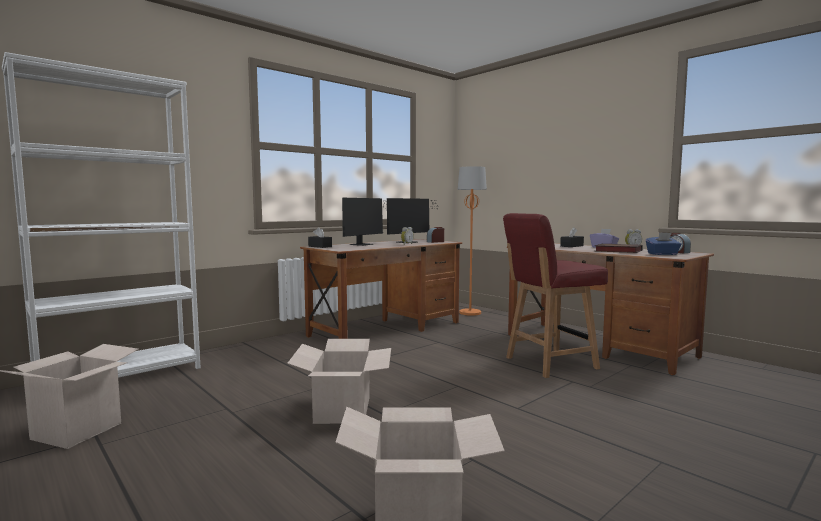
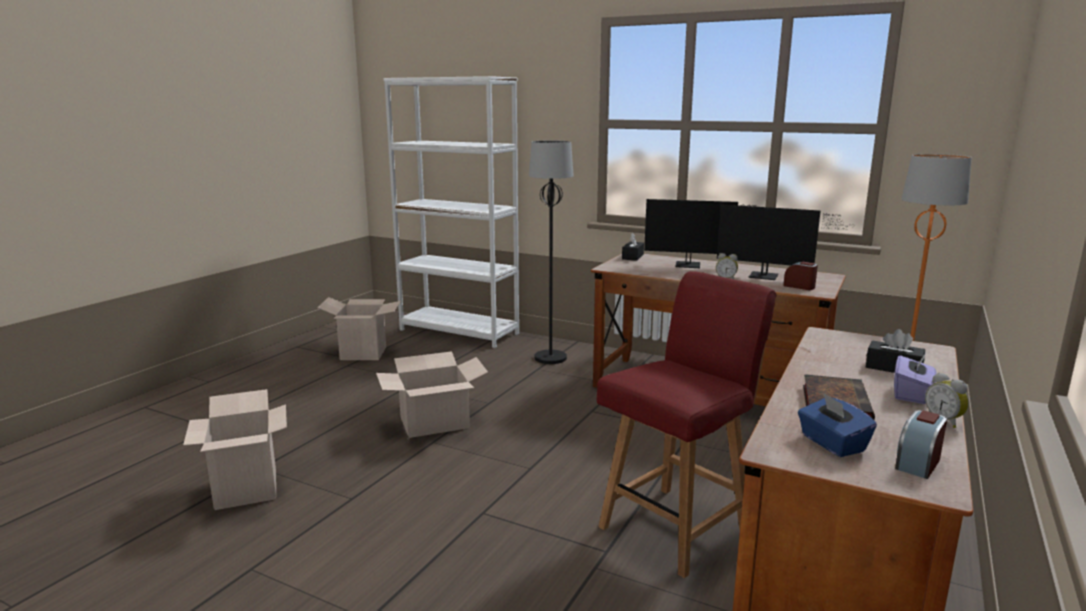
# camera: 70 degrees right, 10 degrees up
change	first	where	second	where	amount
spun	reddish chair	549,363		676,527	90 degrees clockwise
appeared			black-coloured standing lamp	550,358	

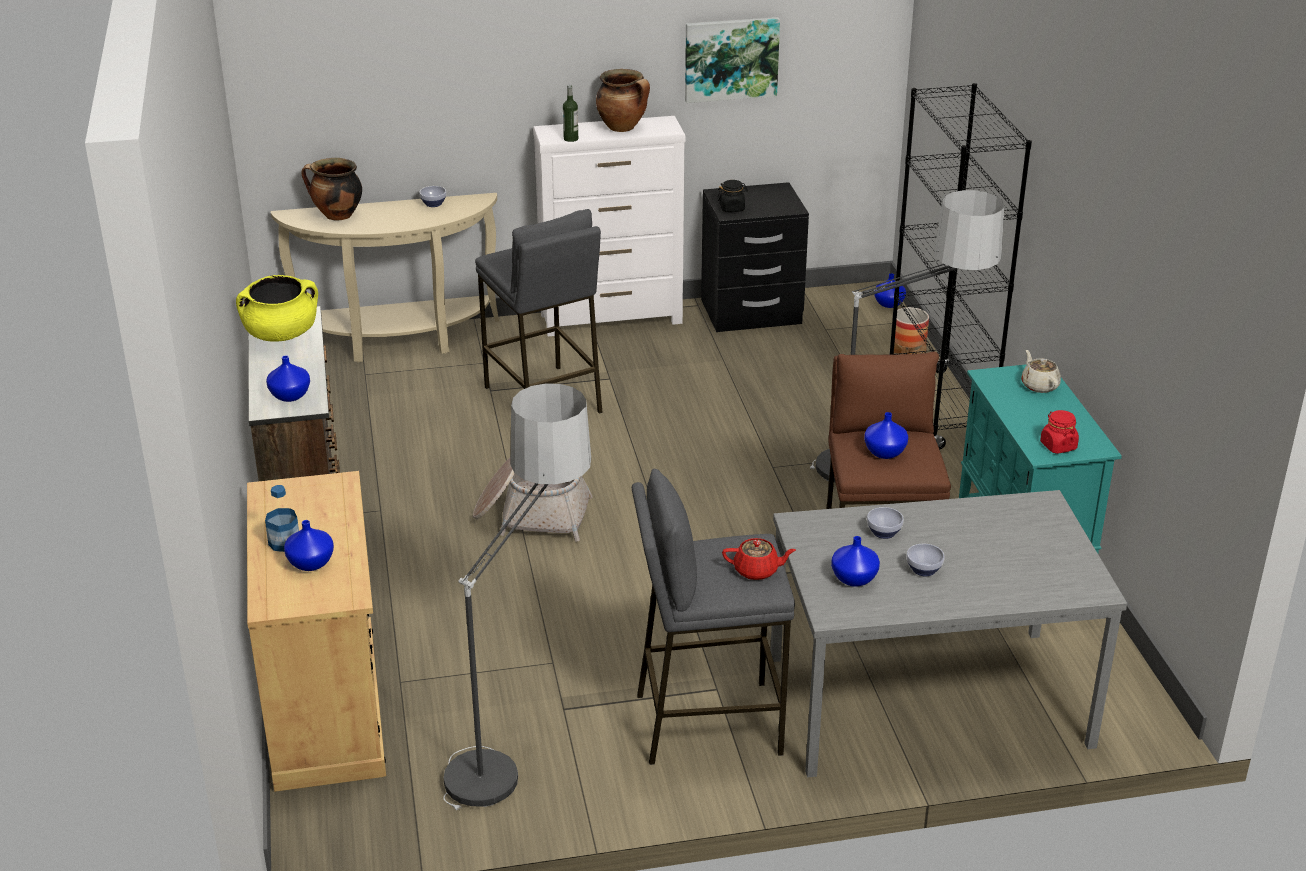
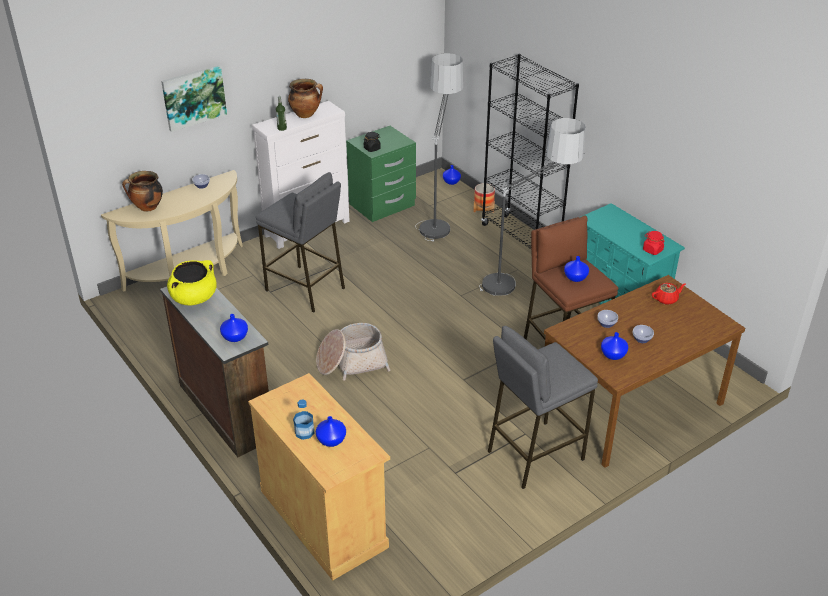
# camera: 25 degrees left, 5 degrees up
change	first	where	second	where	amount
relocated	standing lamp	518,748		438,217	
relocated	picture	731,59		193,97	
colour	black-coloured bedside table	751,313	greenish bedside table	382,205	
relocated	reddish pot for tea	757,570		666,299	
colour	greyish dinner table	926,702	brown dinner table	630,406	
missing	beige-coloured pot for tea	1039,385			

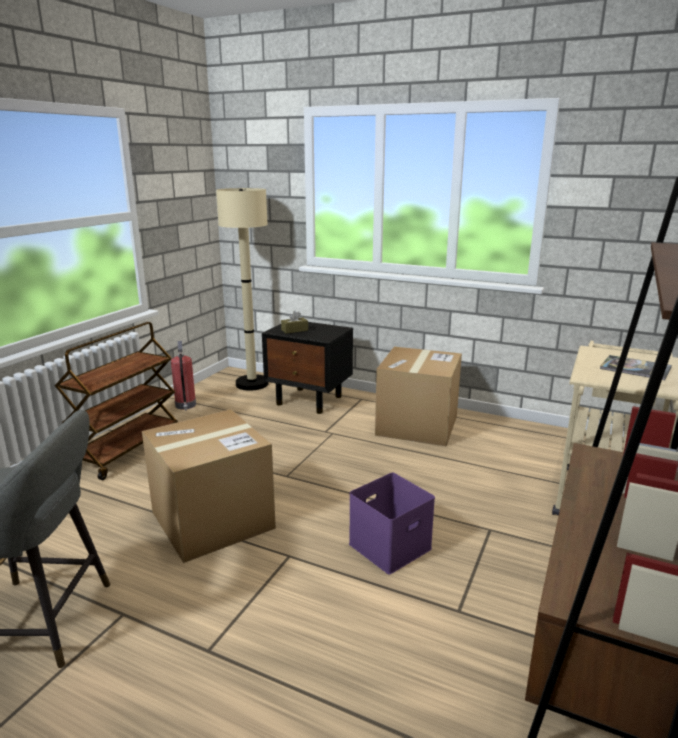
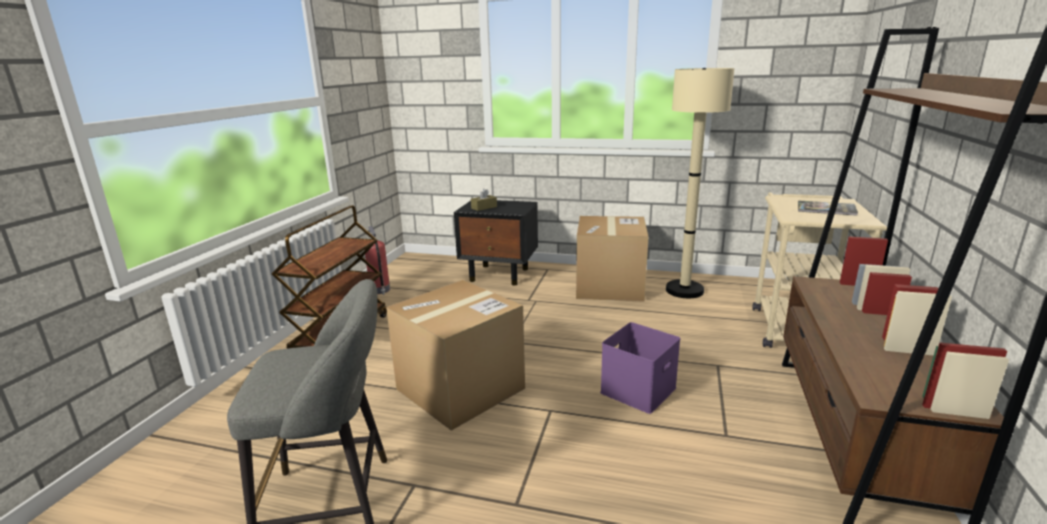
# camera: 10 degrees left, 0 degrees up
change	first	where	second	where	amount
relocated	beige-coloured standing lamp	252,384		684,290	

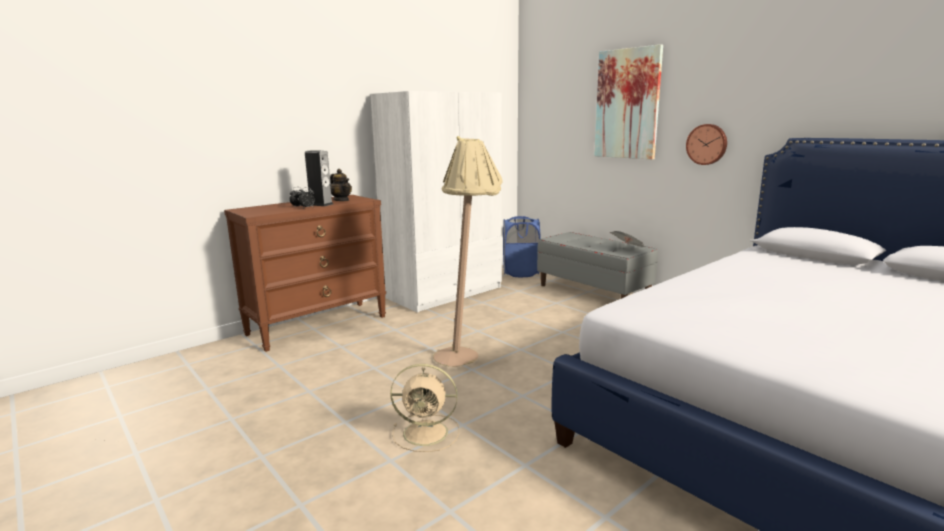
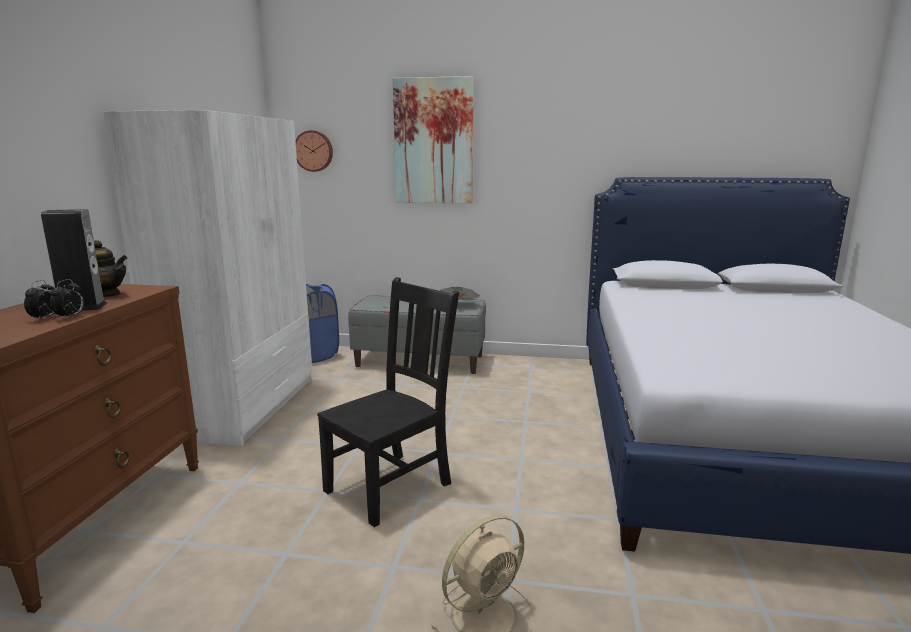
# camera: 40 degrees left, 0 degrees up
change	first	where	second	where	amount
exchanged	beige-coloured standing lamp	467,357	black-coloured chair	392,485	
relocated	hanging clock	707,144		314,151	

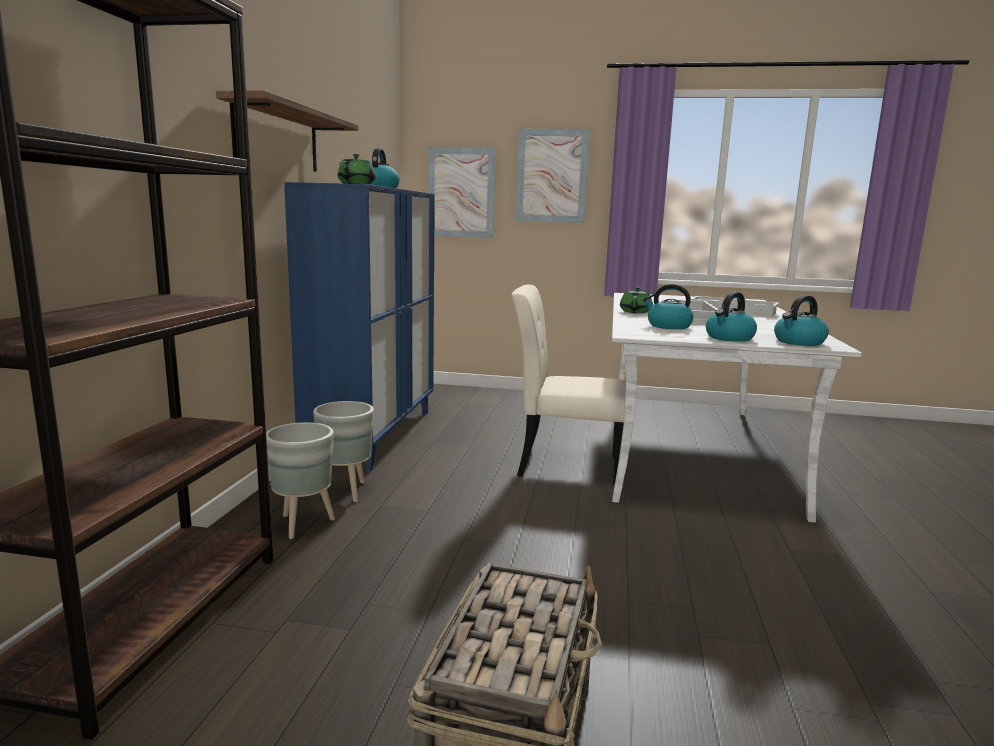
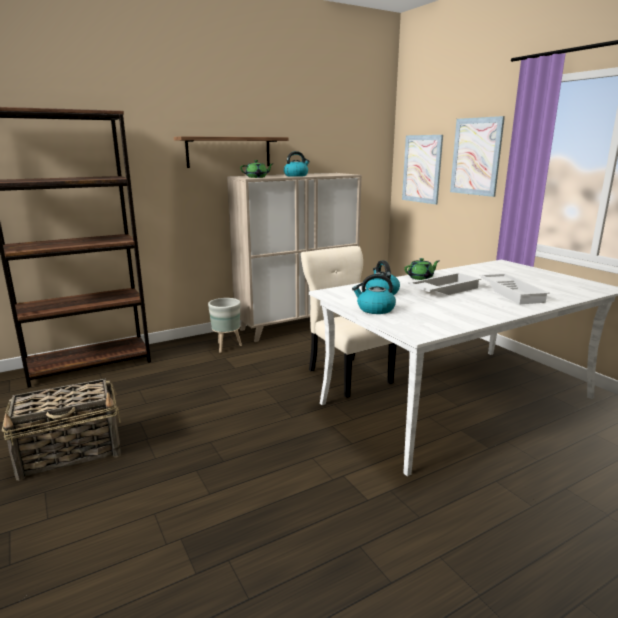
# camera: 50 degrees right, 5 degrees up
change	first	where	second	where	amount
missing	greyish plant pot	303,524			
colour	bluish cabinet	374,435	beige-coloured cabinet	297,325	
missing	kettle	798,342			

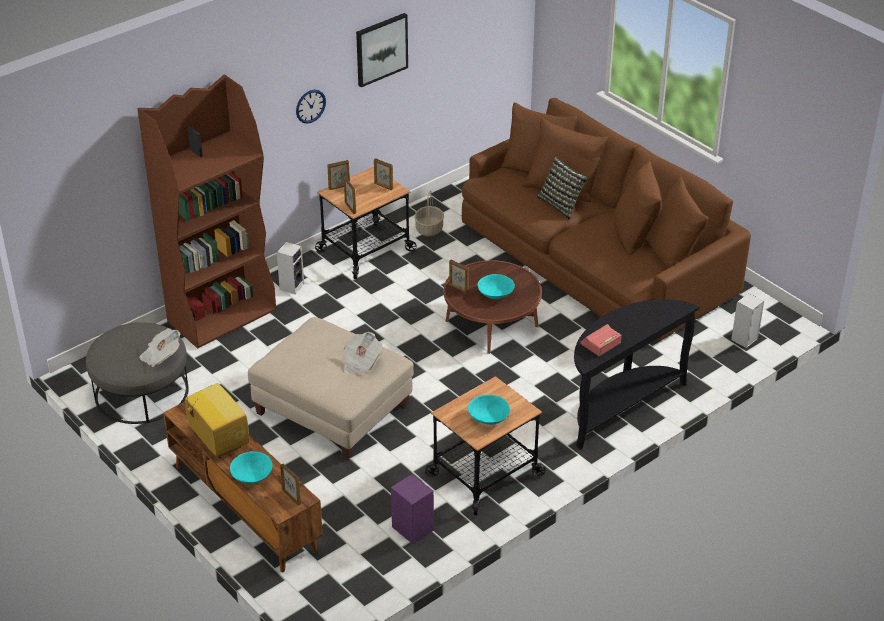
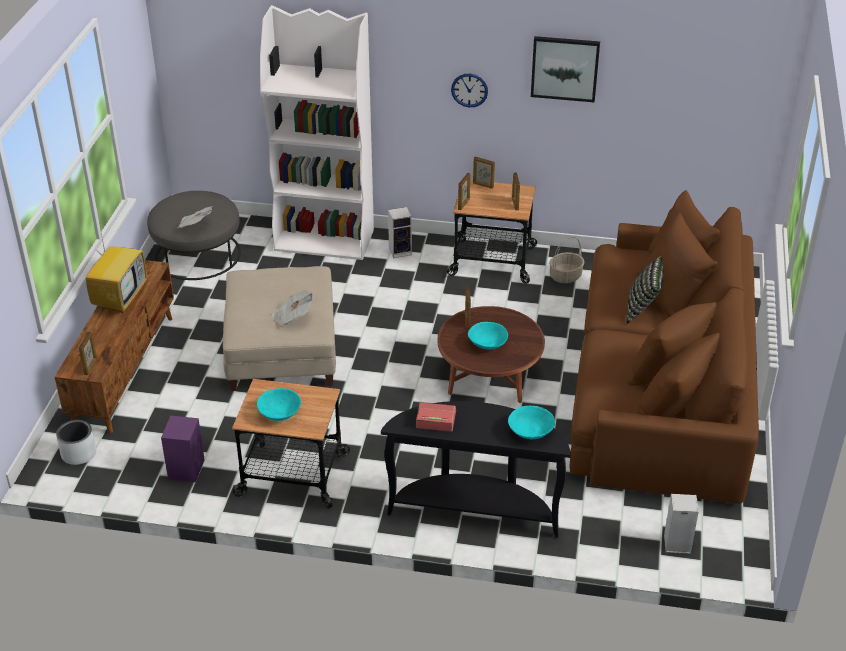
# camera: 50 degrees right, 0 degrees up
change	first	where	second	where	amount
colour	brown bookcase	222,315	white-coloured bookcase	325,240	
relocated	turquoise-coloured serving bowl	252,476		530,432	
appeared			white-coloured plant pot	78,453	

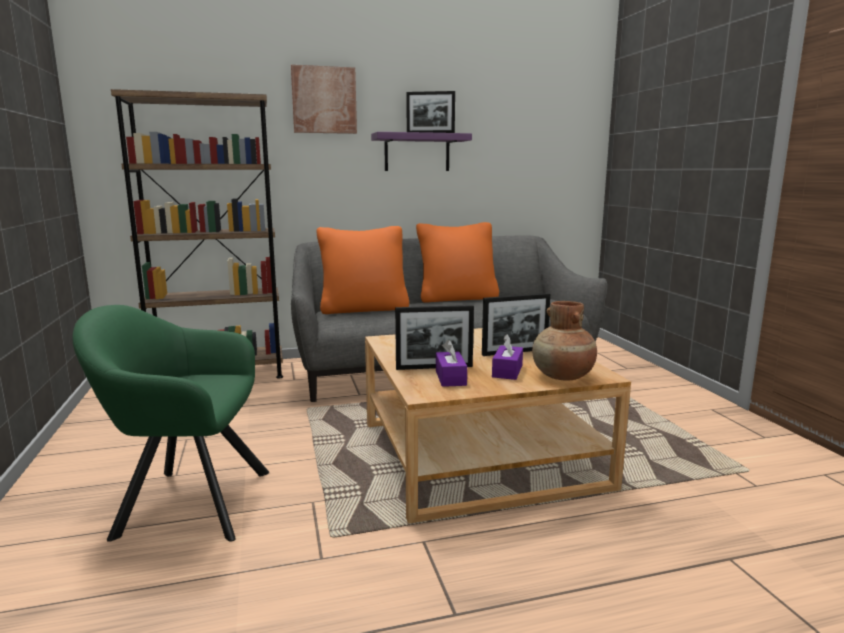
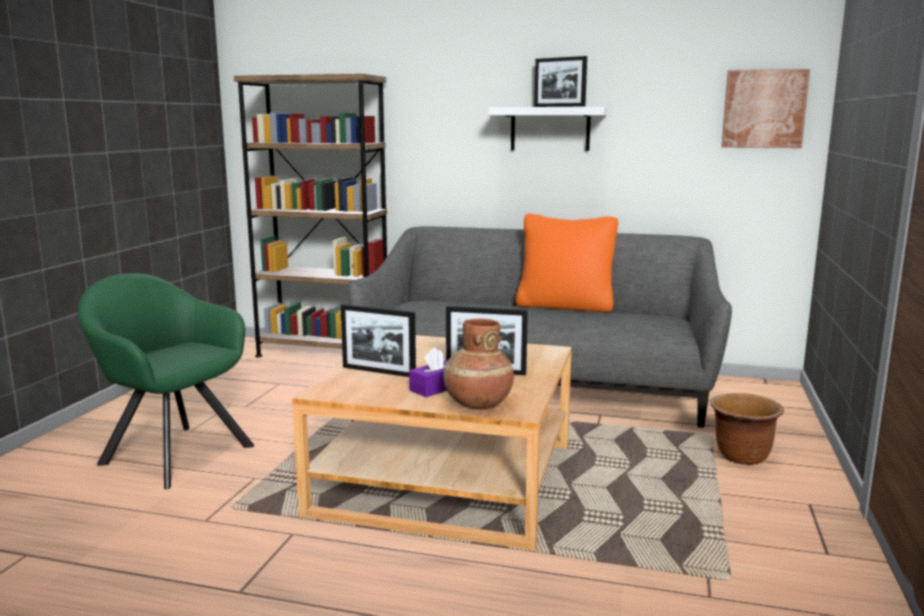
# camera: 30 degrees right, 0 degrees up
change	first	where	second	where	amount
relocated	picture	324,100		764,109	
missing	orangey cushion	364,309			
colour	purple shelf	417,152	white-coloured shelf	550,128	
missing	purple tissue box	450,378			
appeared			brown plant pot	742,457	

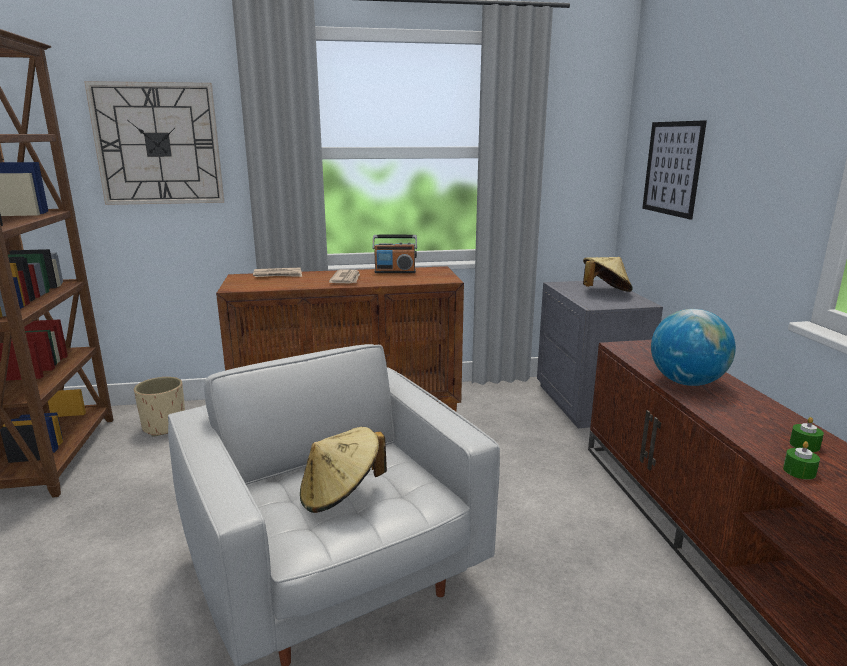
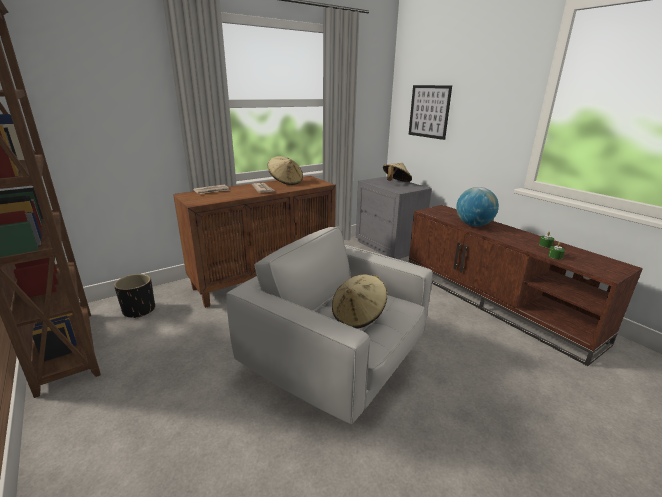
# camera: 25 degrees left, 5 degrees up
change	first	where	second	where	amount
missing	hanging clock	158,144			
colour	beige-coloured plant pot	165,427	black-coloured plant pot	139,310	
exchanged	radio receiver	395,272	beige-coloured hat	285,182	

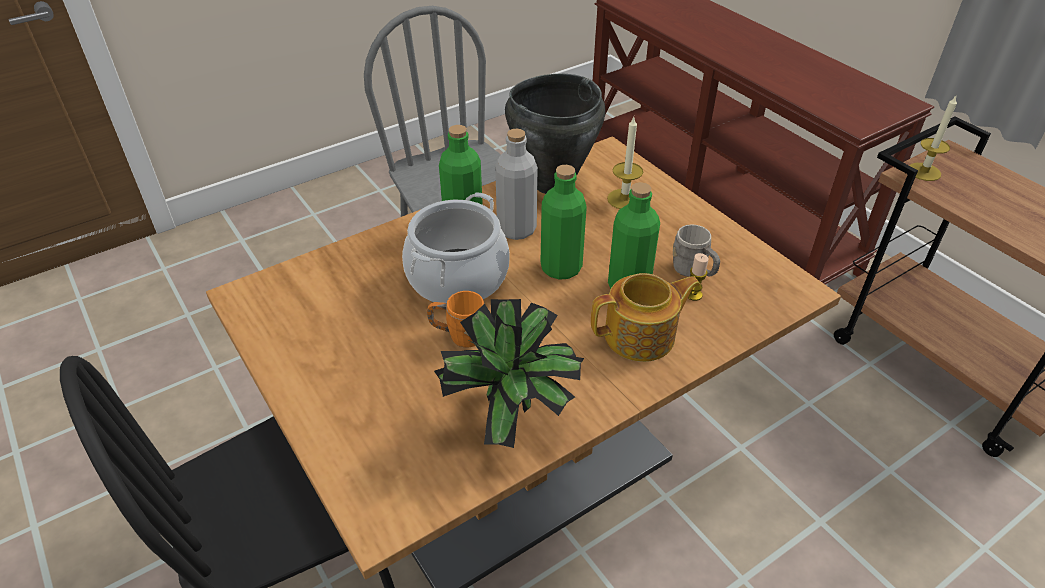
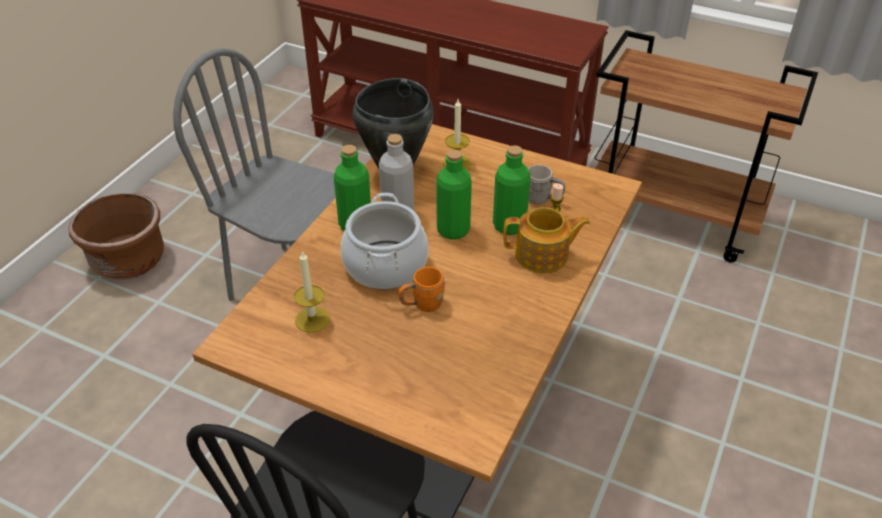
# camera: 30 degrees left, 0 degrees up
change	first	where	second	where	amount
missing	plant in a pot	514,422			
spun	pot for tea	641,336		543,256	45 degrees clockwise
relocated	wax light	924,172		312,319	
appeared			brown plant pot	128,261	

